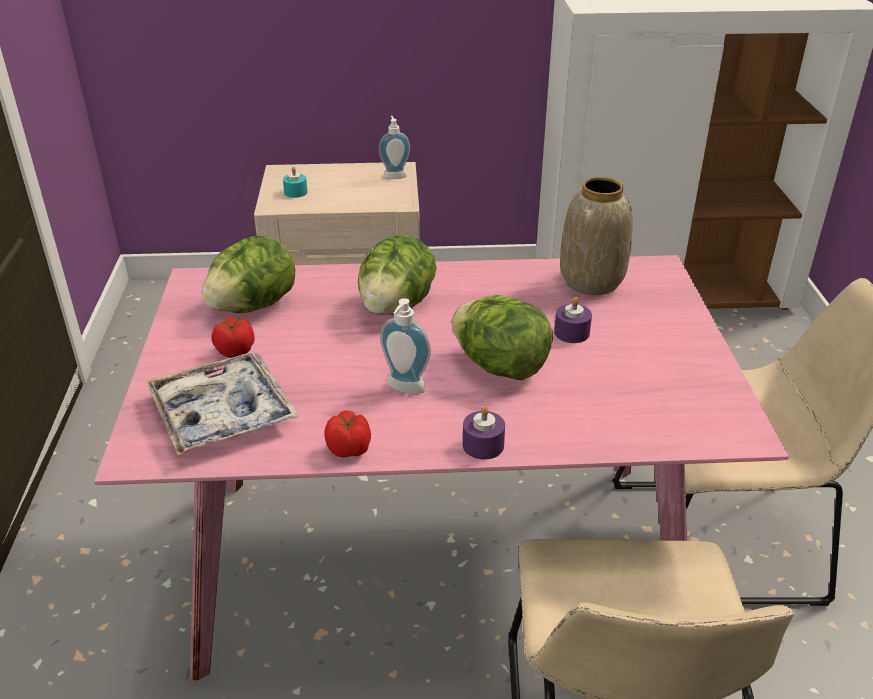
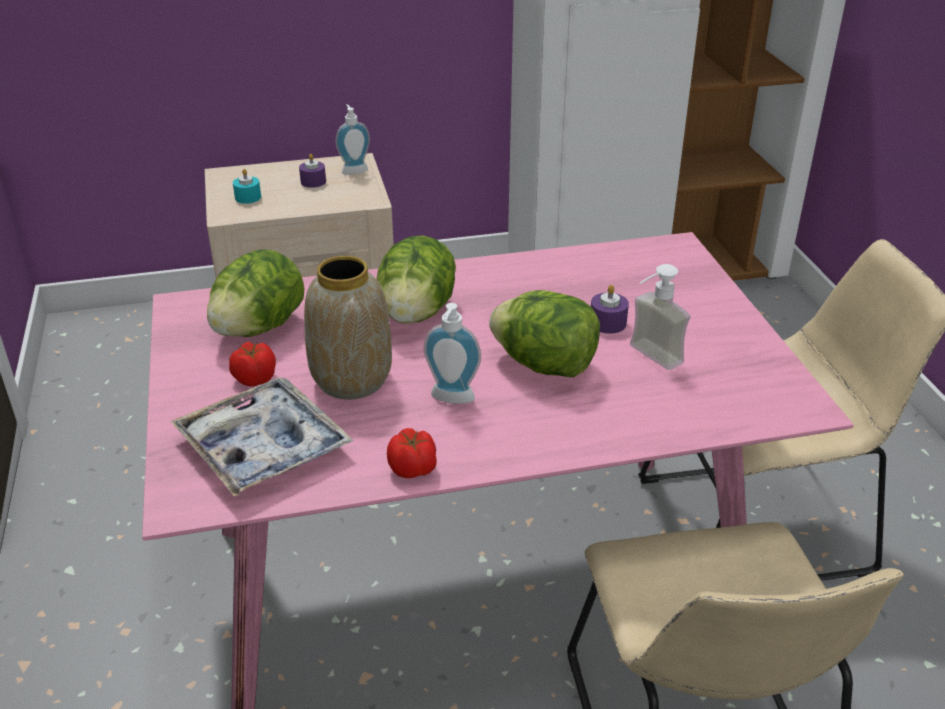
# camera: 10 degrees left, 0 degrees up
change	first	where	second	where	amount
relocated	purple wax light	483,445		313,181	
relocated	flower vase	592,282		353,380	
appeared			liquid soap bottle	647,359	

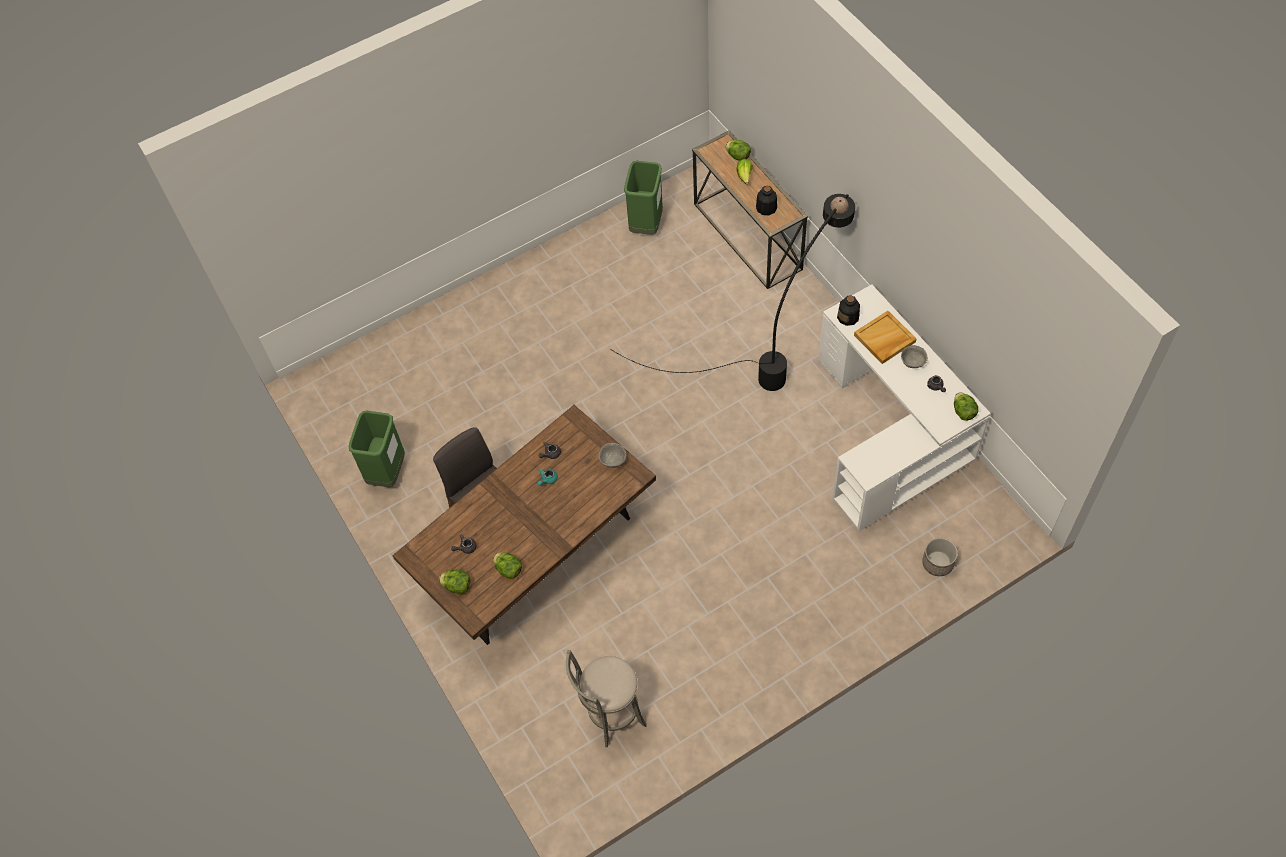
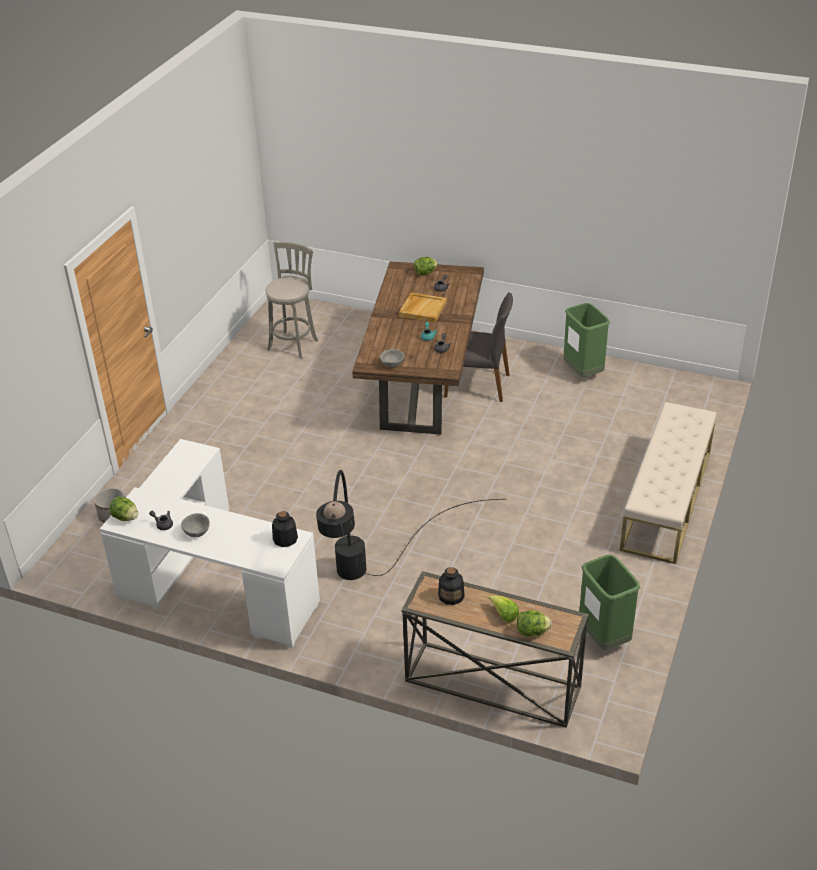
# camera: 140 degrees right, 20 degrees down
change	first	where	second	where	amount
missing	head of lettuce	508,569			
relocated	beige-coloured carrying tray	884,339		422,309	
appeared			beige-coloured bench	666,500	

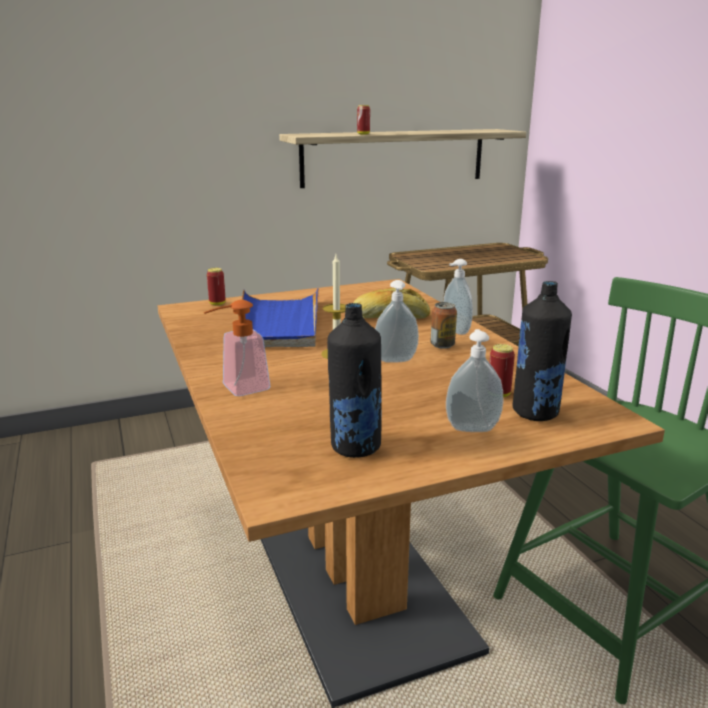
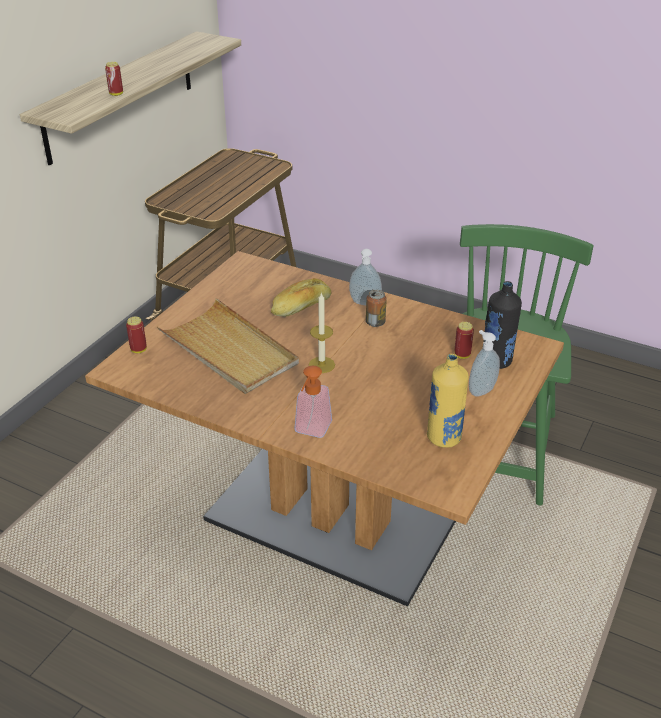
# camera: 40 degrees left, 15 degrees up
change	first	where	second	where	amount
colour	bluish carrying tray	279,323	beige-coloured carrying tray	229,350	
colour	black-coloured drink bottle	354,447	yellowish drink bottle	443,438	
missing	liquid soap bottle	396,361			

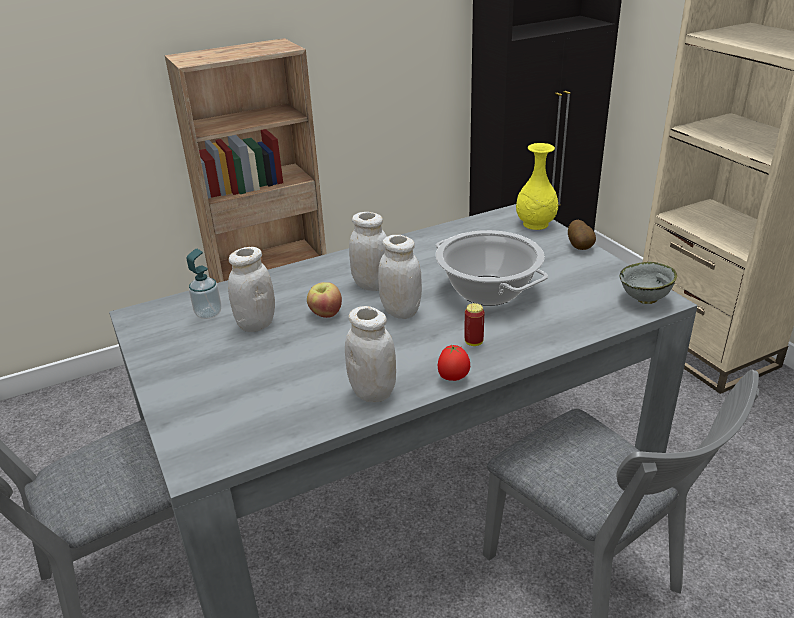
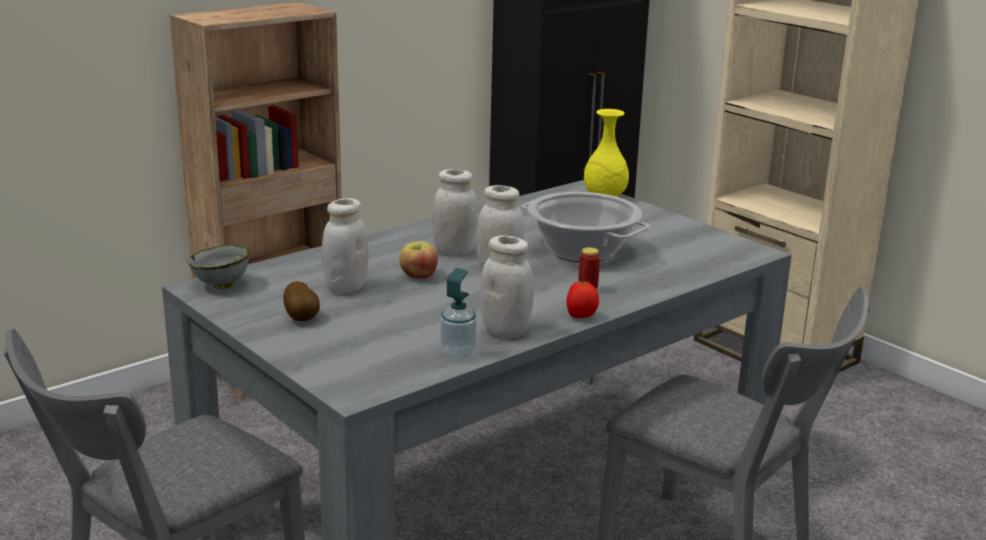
# camera: 15 degrees left, 10 degrees down
change	first	where	second	where	amount
relocated	liquid soap bottle	208,313		458,355	
relocated	whole potato	580,247		302,318	
relocated	greyish serving bowl	645,300		222,286	

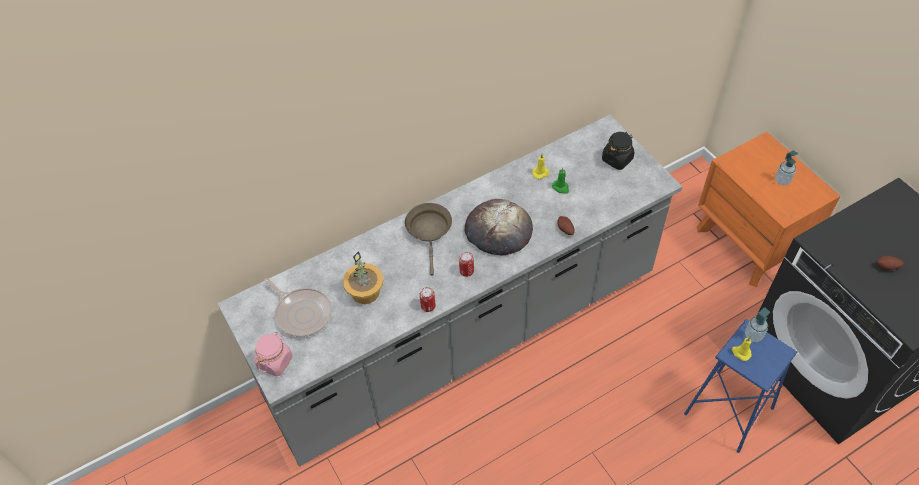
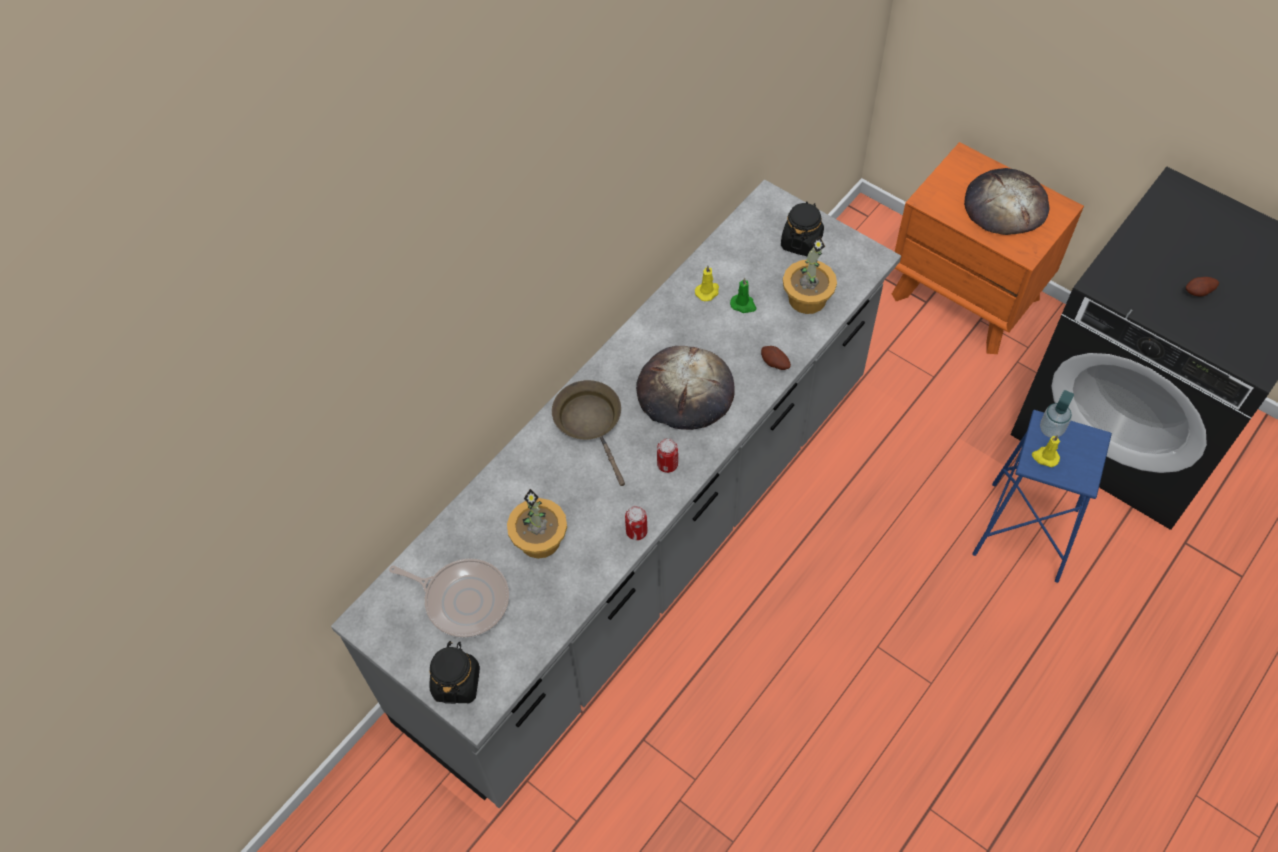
# camera: 20 degrees left, 5 degrees up
change	first	where	second	where	amount
colour	pink-coloured jar	275,361	black-coloured jar	456,682	
exchanged	liquid soap bottle	782,180	baked bread	1005,205	
appeared			plant in a pot	806,298	

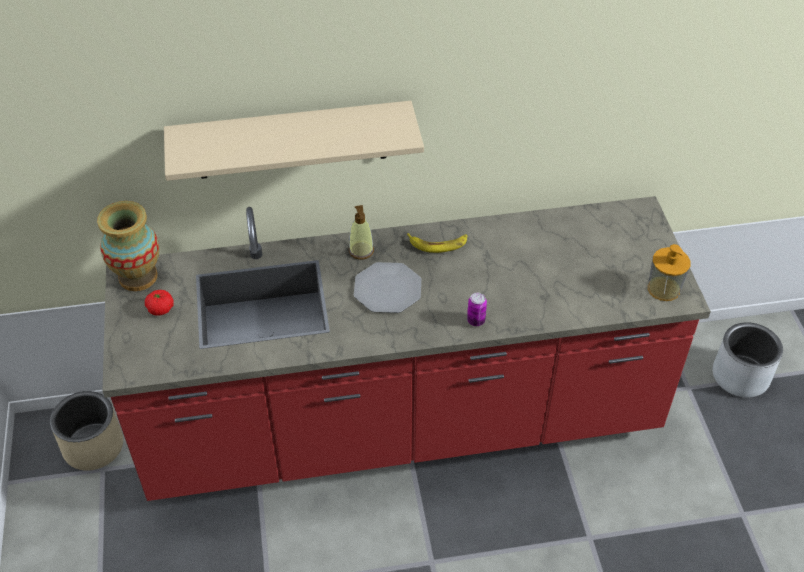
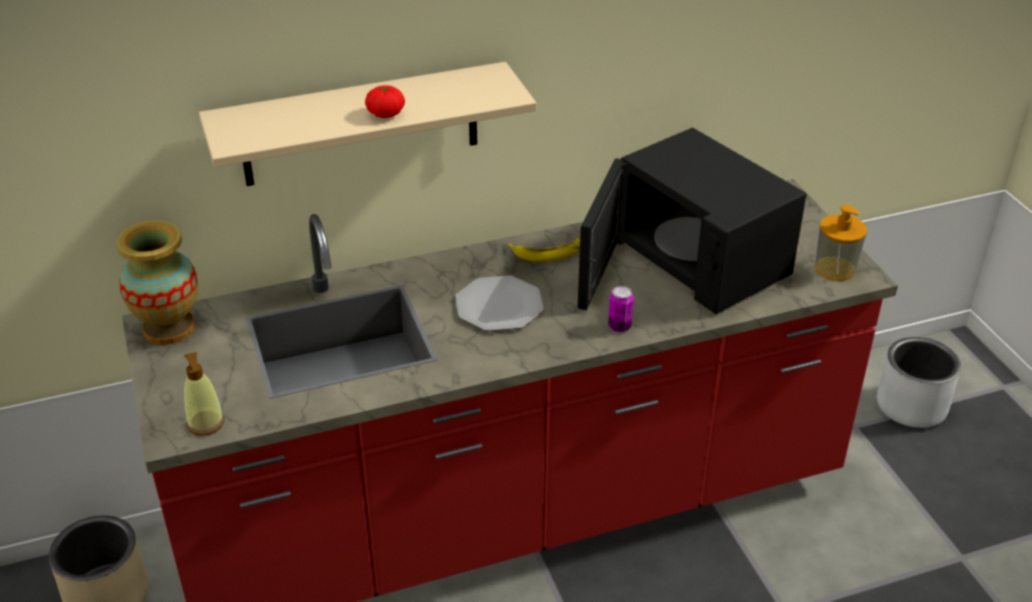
# camera: 10 degrees left, 10 degrees down
change	first	where	second	where	amount
relocated	fresh tomato	160,309		385,114	
relocated	liquid soap bottle	361,251		205,423	
appeared			black-coloured kitchen microwave	691,259	

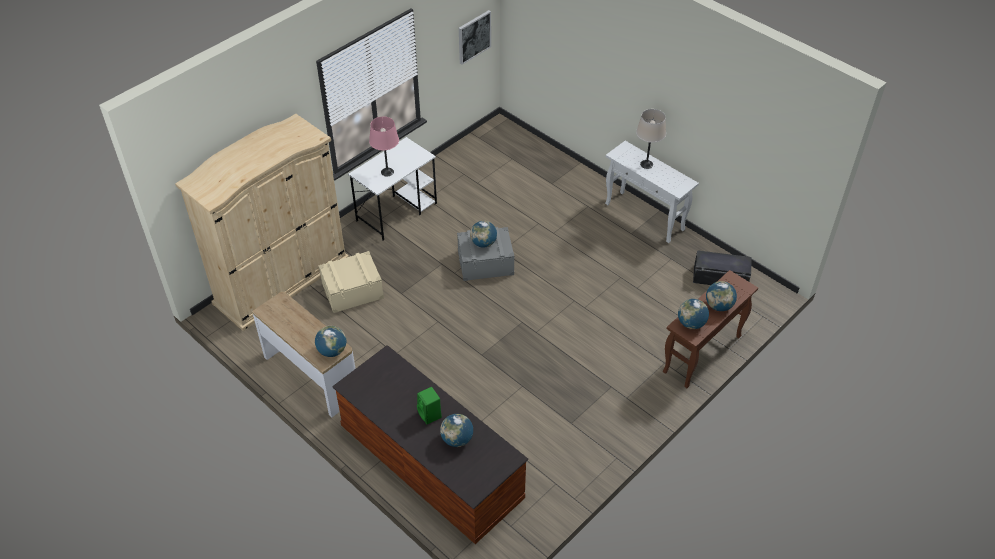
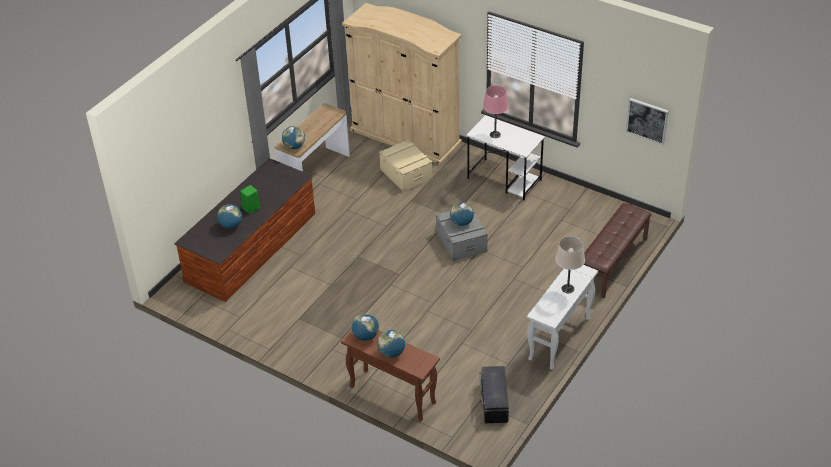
# camera: 80 degrees right, 5 degrees down
change	first	where	second	where	amount
appeared			brown bench	613,263	

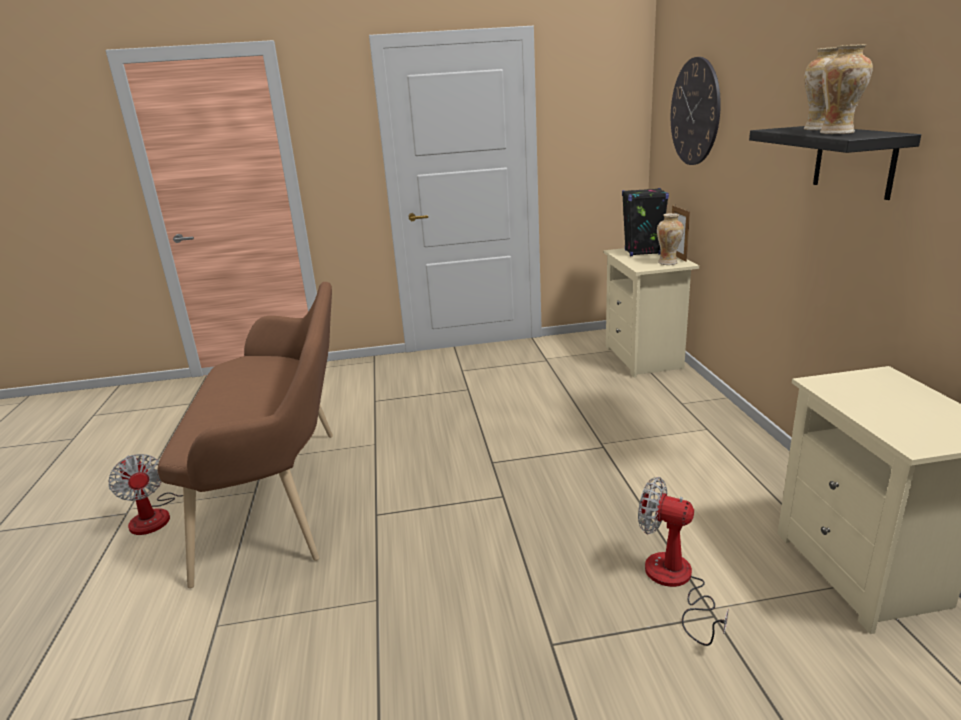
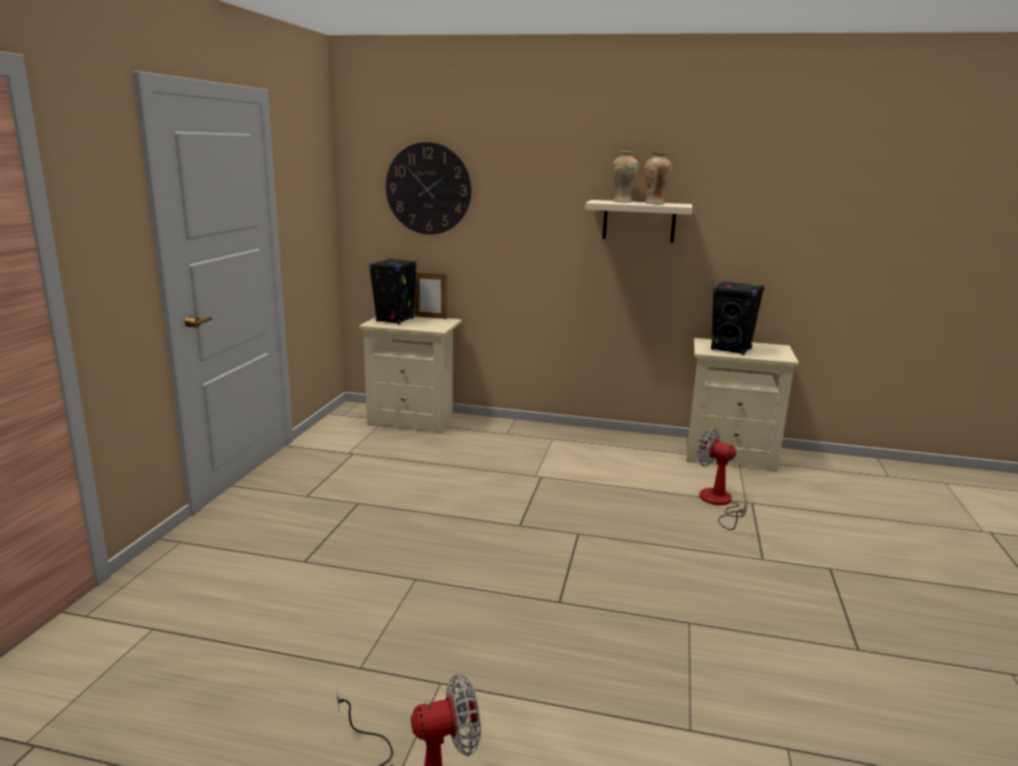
# camera: 70 degrees left, 5 degrees down
change	first	where	second	where	amount
missing	brown bench	285,495			
spun	fan	675,583		718,503	75 degrees clockwise
missing	flower vase	668,263			
colour	black-coloured shelf	854,161	beige-coloured shelf	639,221	
appeared			black-coloured speaker	731,349	

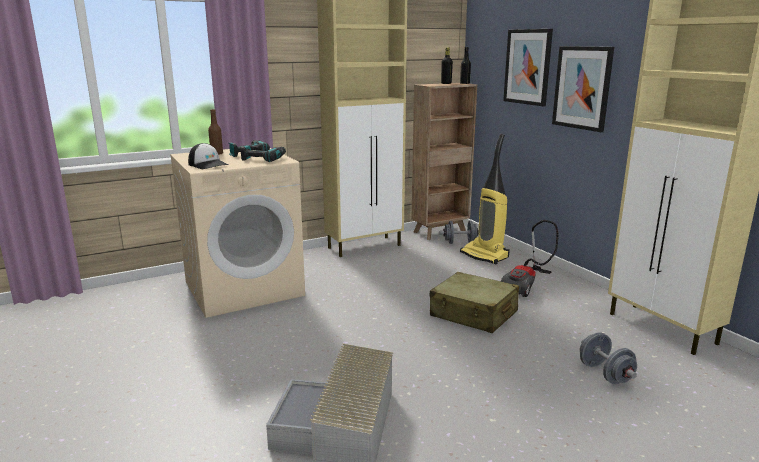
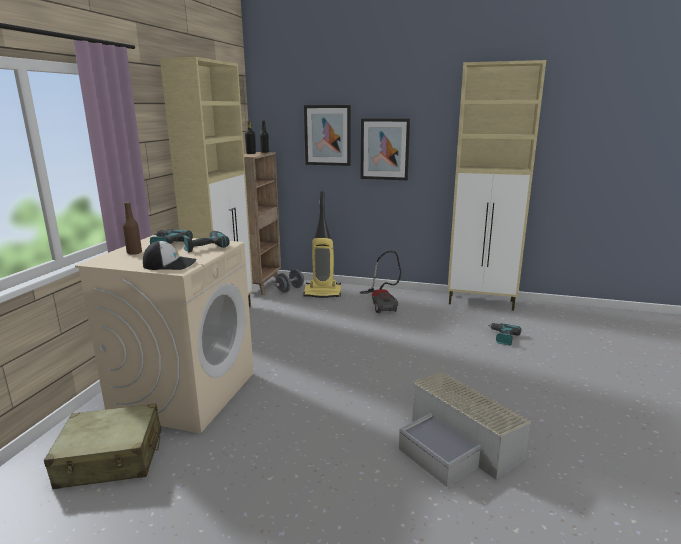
# camera: 45 degrees left, 0 degrees up
change	first	where	second	where	amount
relocated	beige-coloured piece of luggage	473,314		111,459	
exchanged	greyish free weight	605,374	power drill	502,337	

